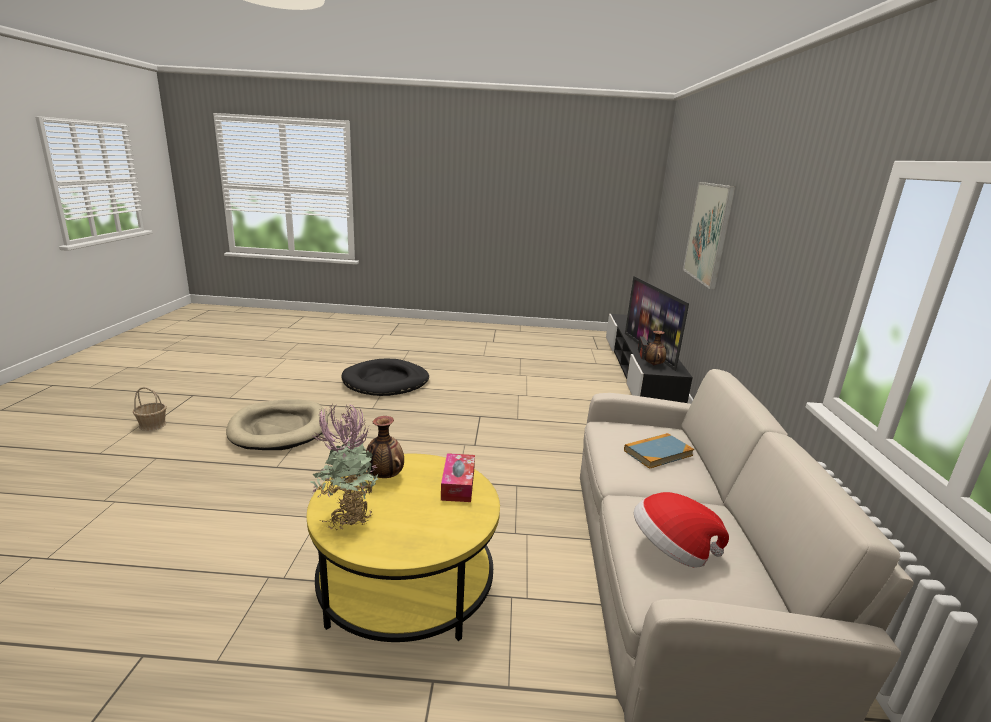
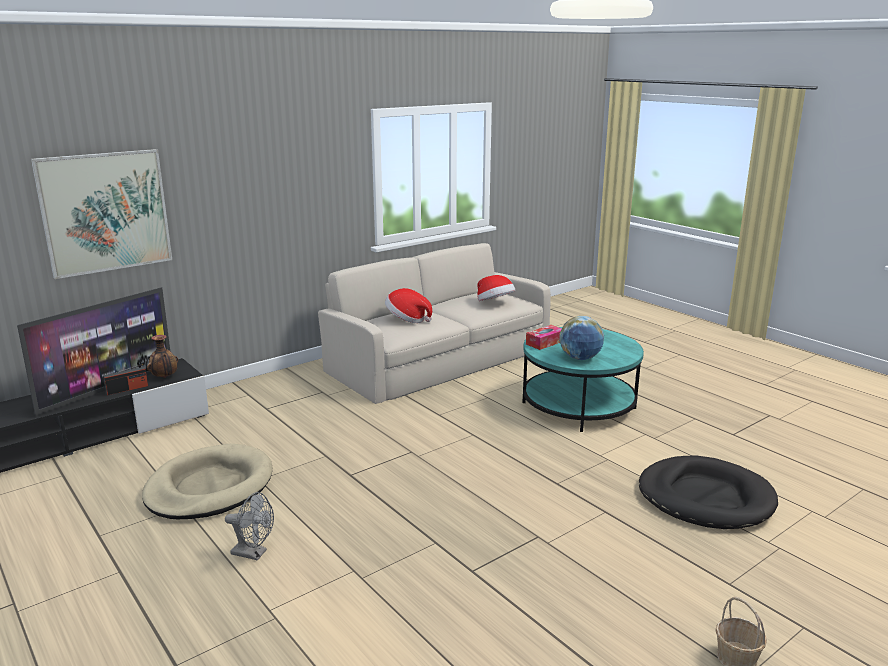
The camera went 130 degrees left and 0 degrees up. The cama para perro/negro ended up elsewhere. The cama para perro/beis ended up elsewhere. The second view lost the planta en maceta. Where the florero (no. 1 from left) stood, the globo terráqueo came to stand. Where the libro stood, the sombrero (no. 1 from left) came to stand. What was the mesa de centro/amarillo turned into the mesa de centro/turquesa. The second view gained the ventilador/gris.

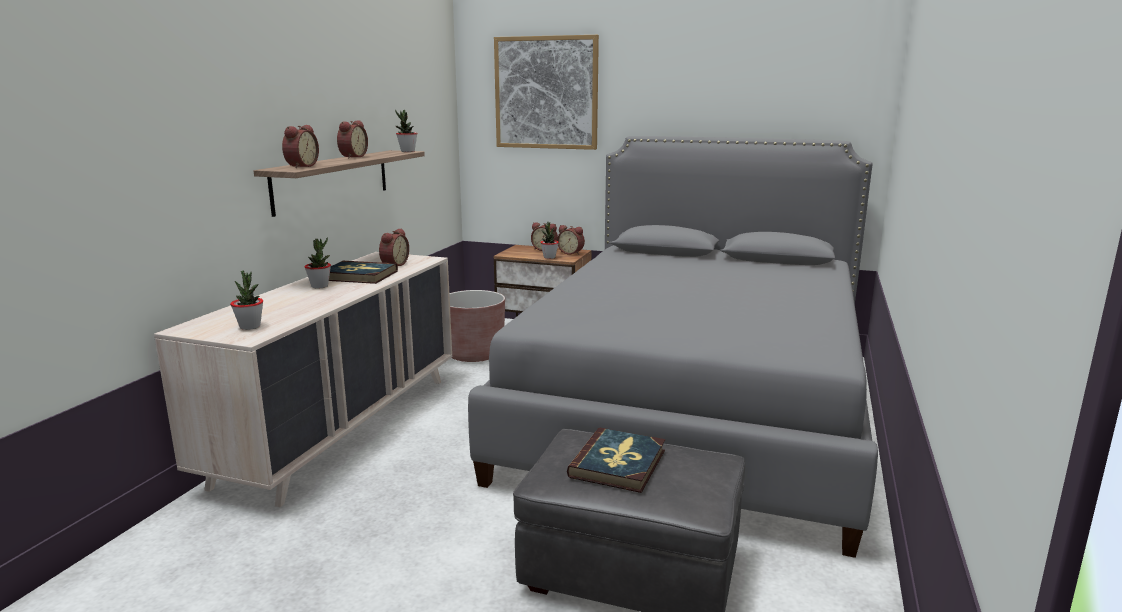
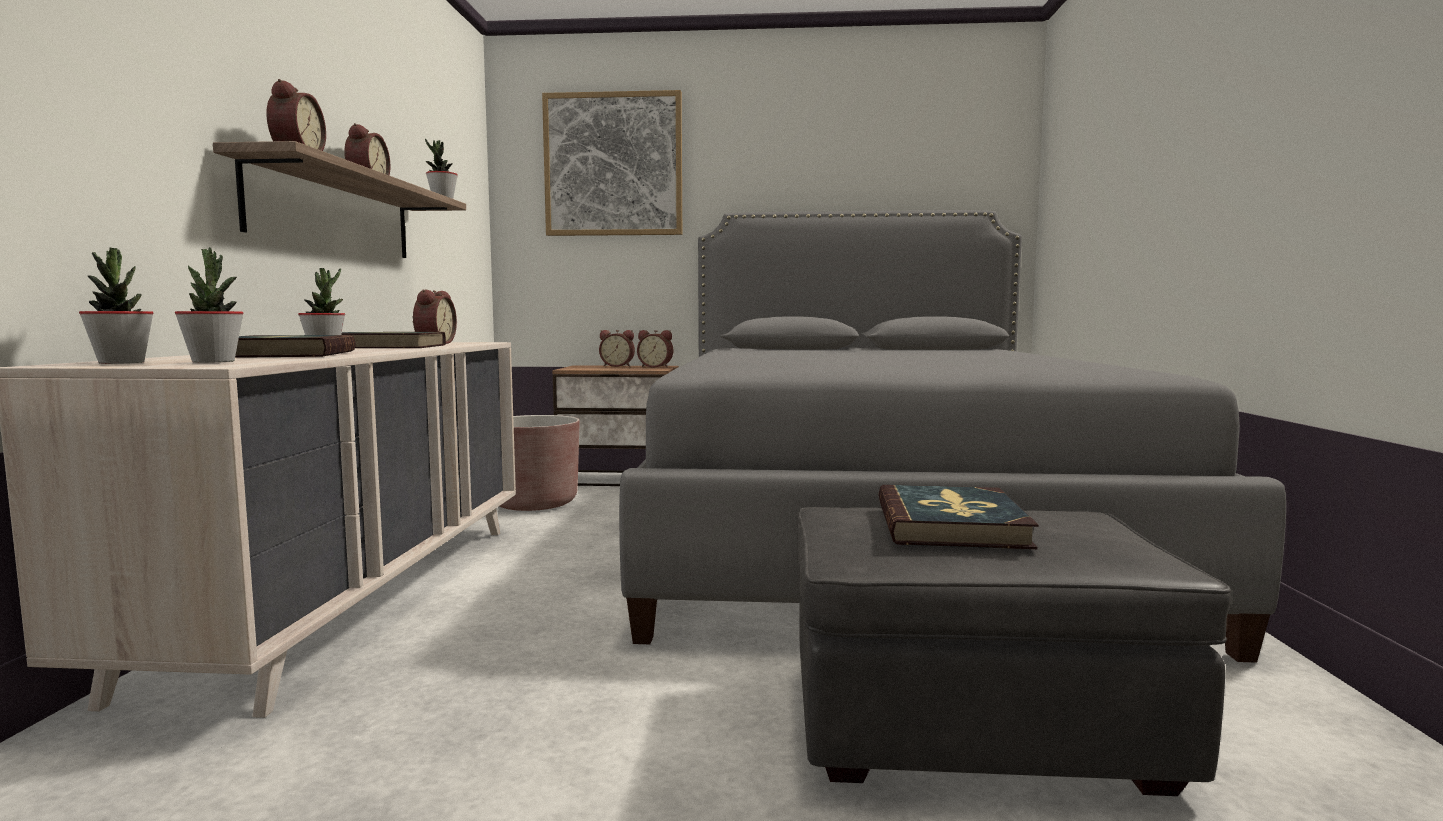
The camera went 15 degrees left and 10 degrees down. The planta en maceta (no. 4 from left in the first image) ended up elsewhere. The second view gained the libro (no. 1 from left).

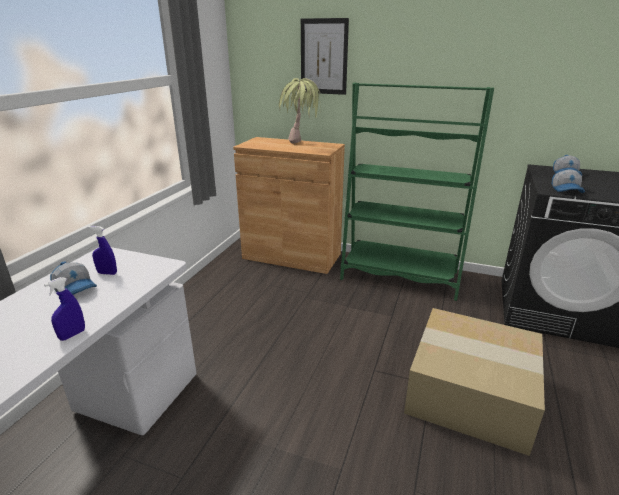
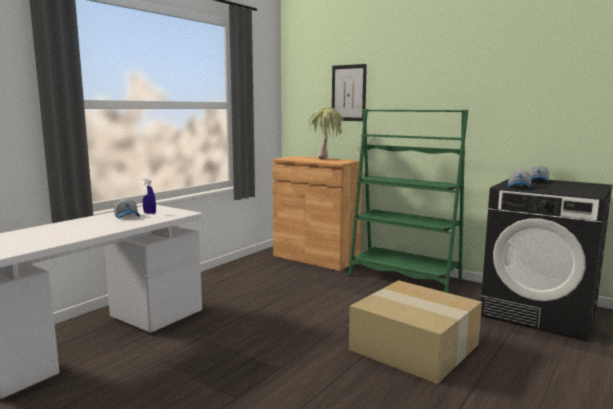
The camera went 15 degrees right and 15 degrees down. The second view lost the pulverizador/azul (no. 1 from left).

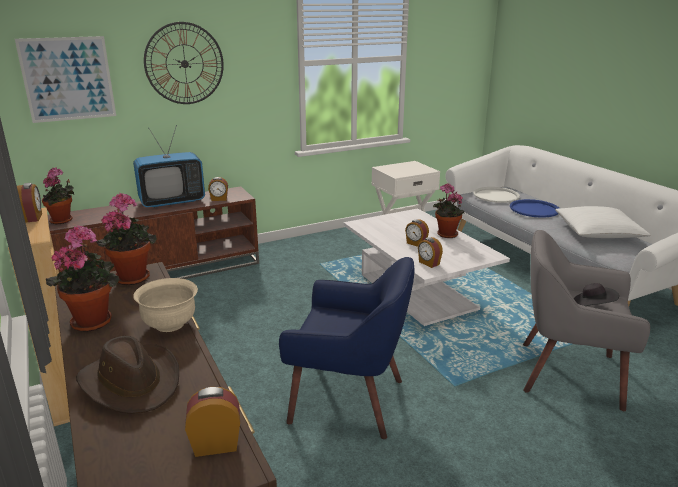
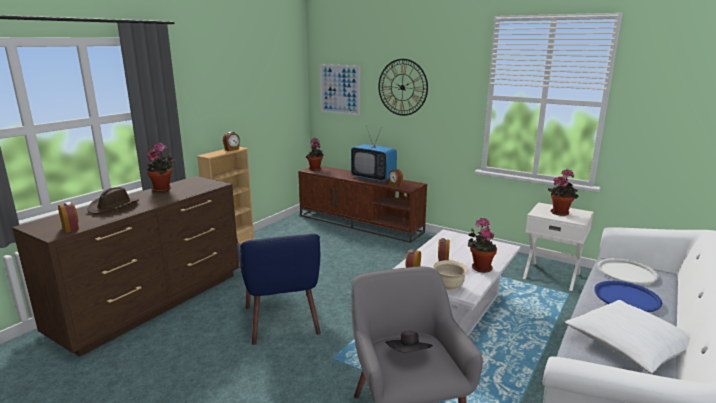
The camera went 60 degrees right and 5 degrees down. The planta en maceta (no. 3 from left in the first image) ended up elsewhere. The cuenco/beis ended up elsewhere.

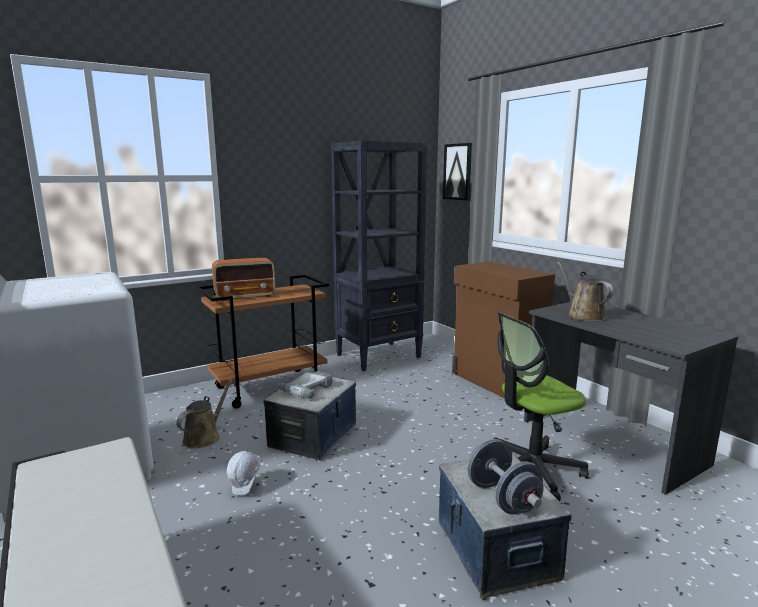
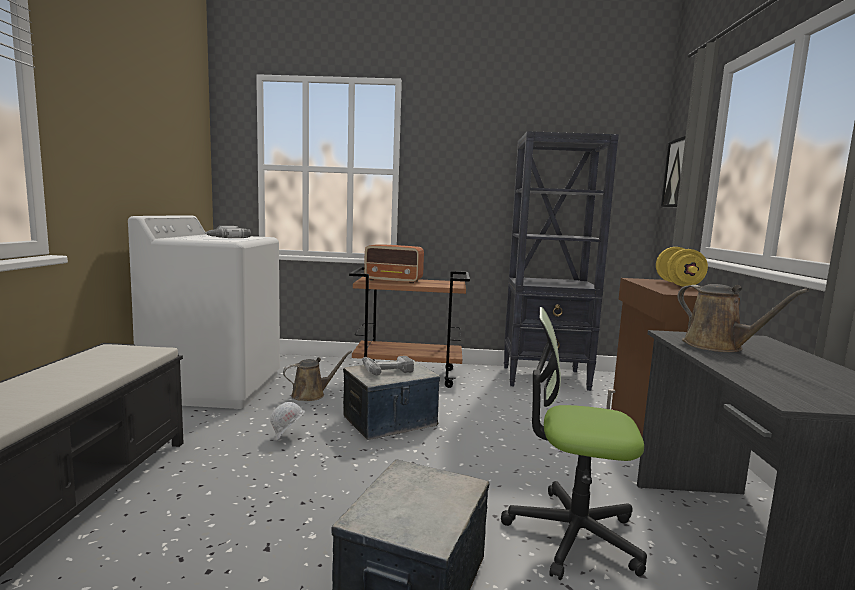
The camera went 35 degrees right and 5 degrees down. The regadera/marrón (no. 2 from left) ended up facing another way, 135 degrees clockwise from before. The second view lost the mancuerna/gris. The second view gained the taladro (no. 1 from left). The second view gained the mancuerna/amarillo.

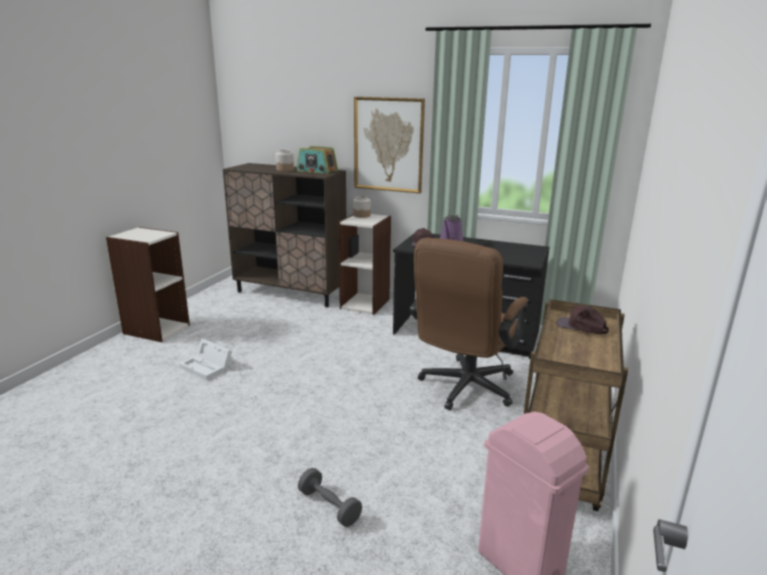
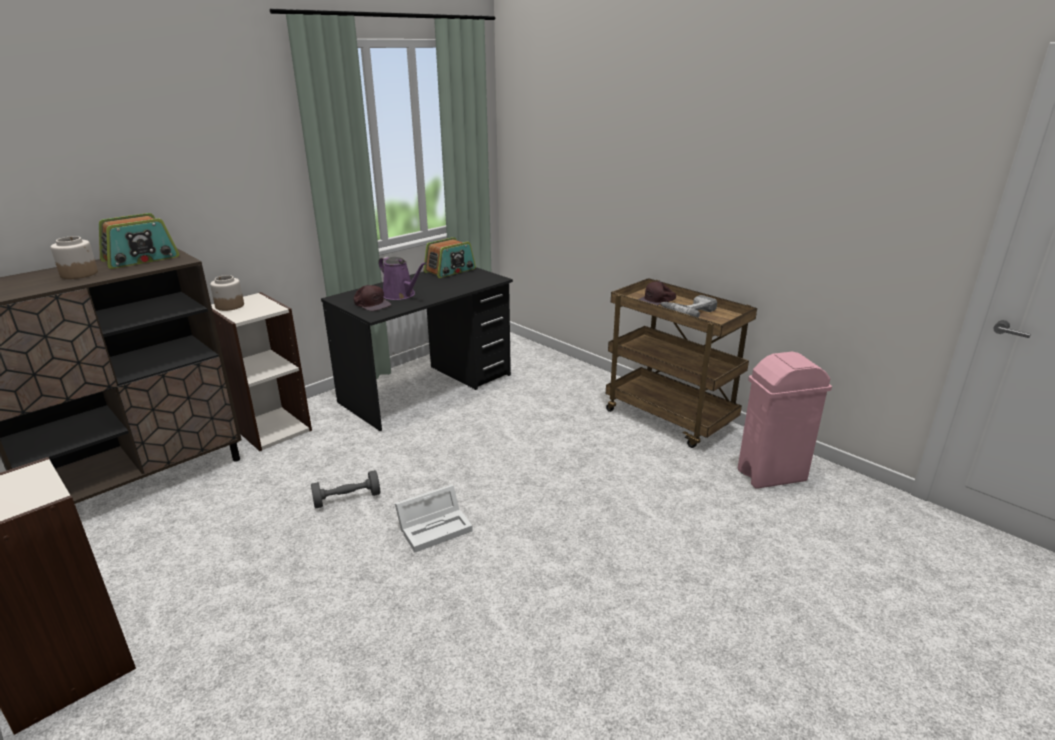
The camera went 65 degrees left and 5 degrees up. The second view lost the cuadro. The second view lost the silla de oficina/marrón. The caja de almacenaje/blanco ended up elsewhere. The mancuerna/gris ended up elsewhere. The second view gained the radio (no. 2 from left). The second view gained the taladro.

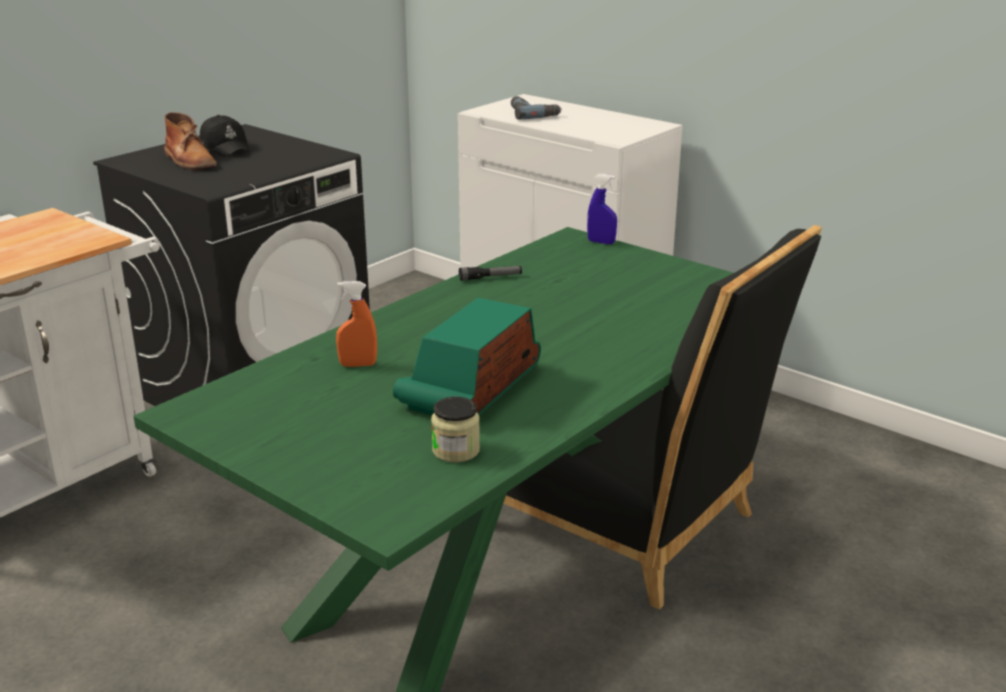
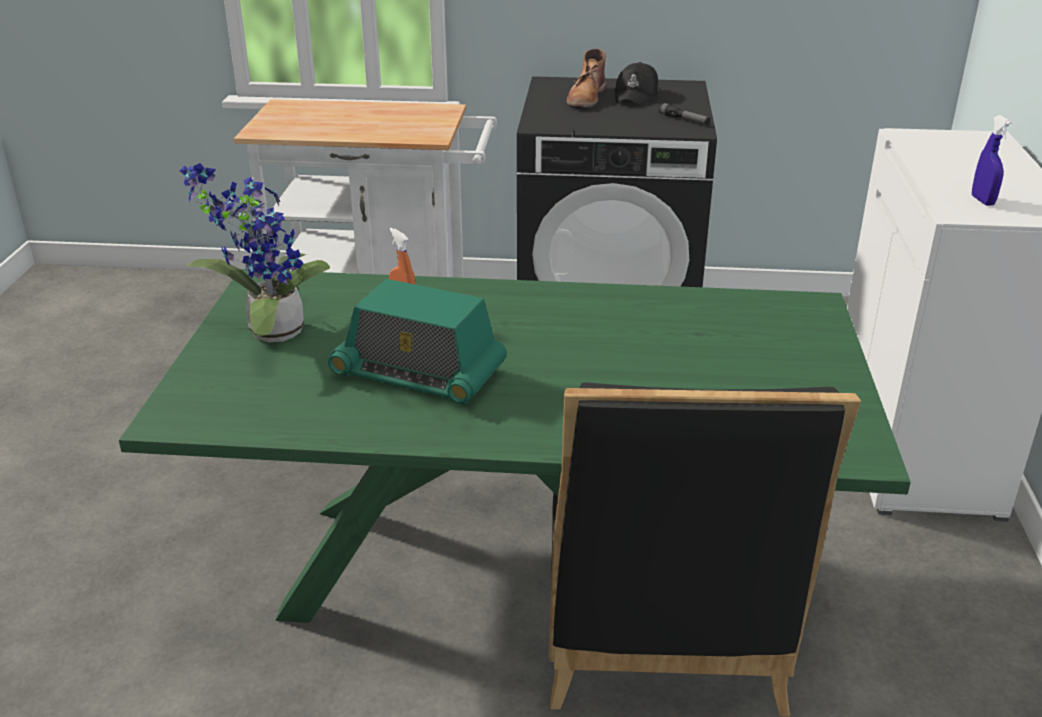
The camera went 55 degrees right and 5 degrees up. The second view lost the taladro. The pulverizador/azul ended up elsewhere. The linterna ended up elsewhere. The radio ended up facing another way, 150 degrees counterclockwise from before. The second view lost the tarro. The second view gained the planta en maceta.

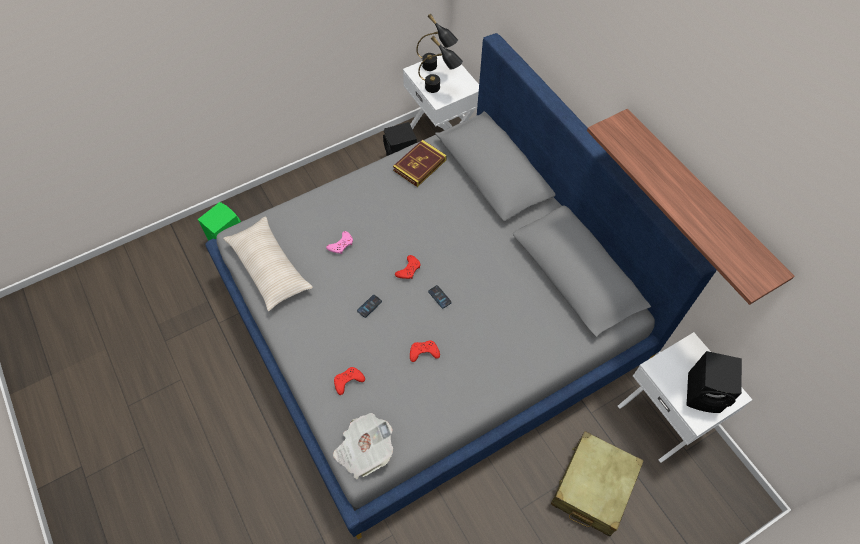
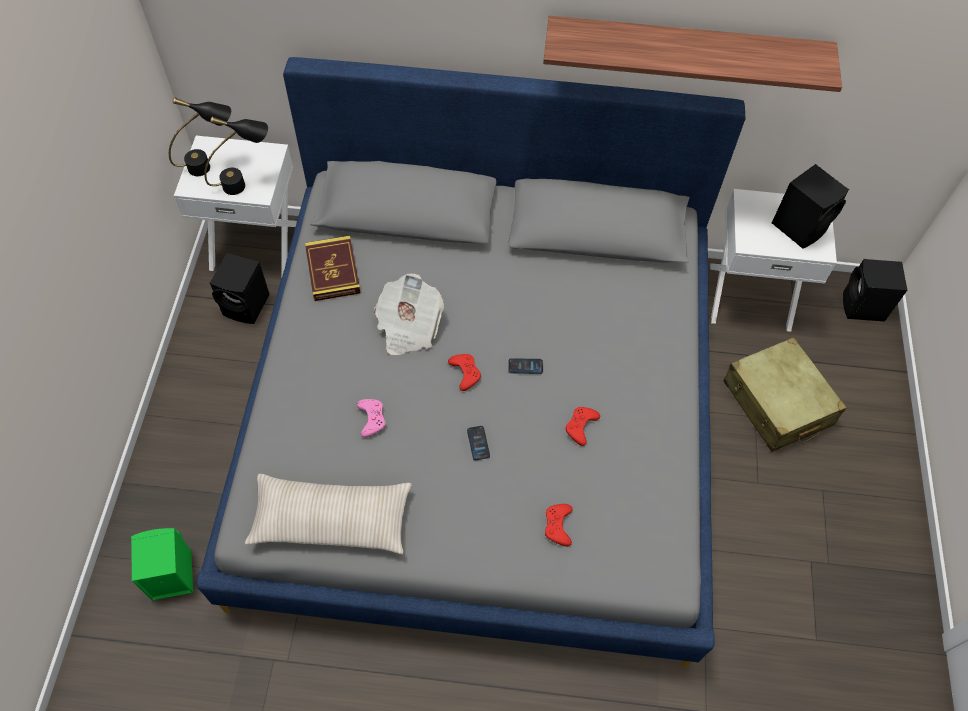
The camera went 55 degrees left and 0 degrees up. The periódico ended up elsewhere. The second view gained the altavoz/negro (no. 3 from left).

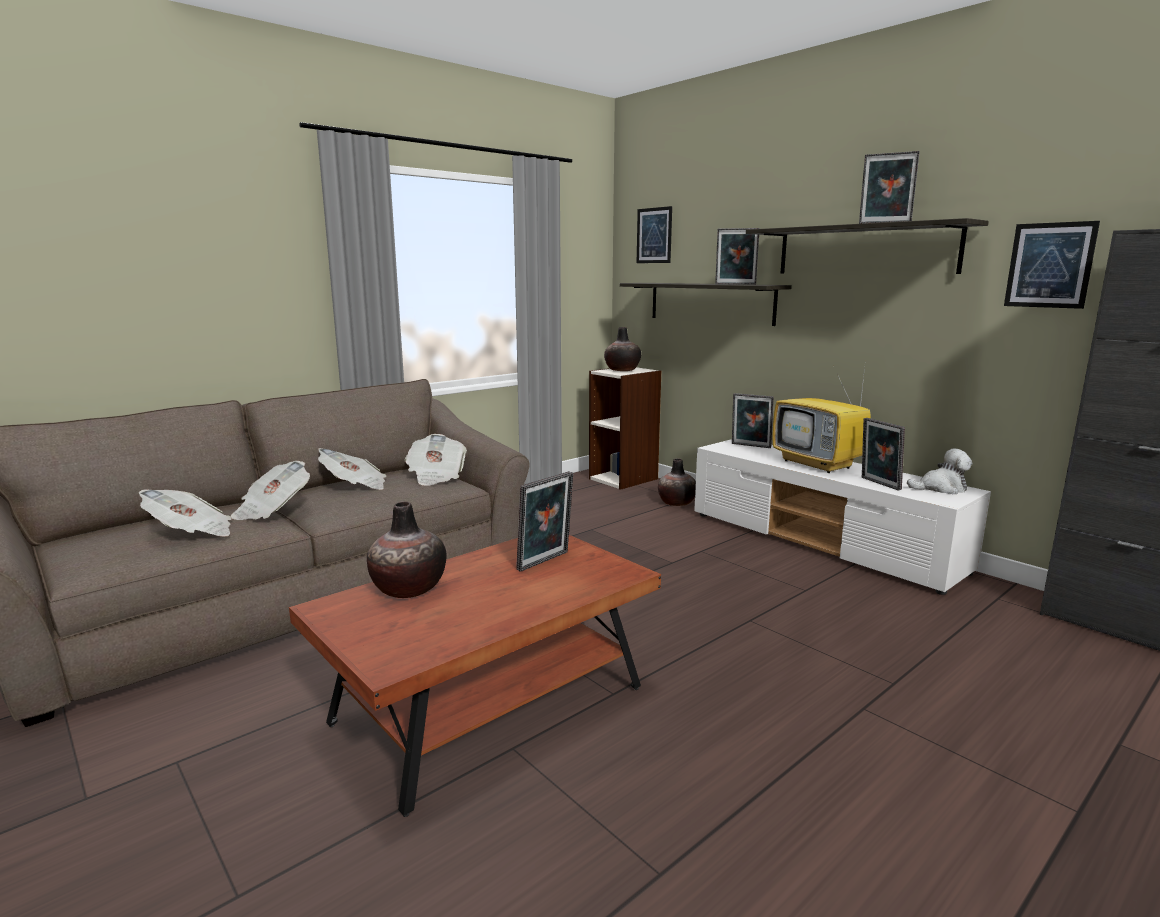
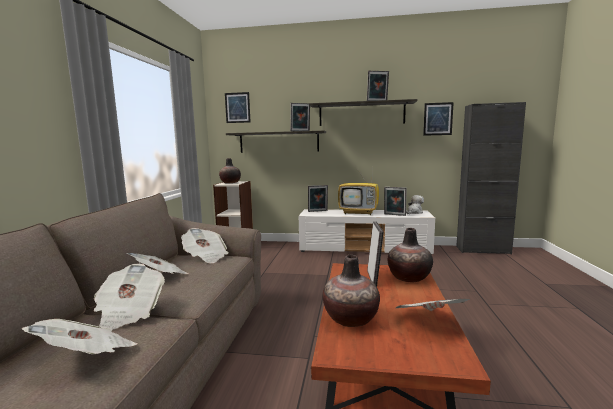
The camera went 40 degrees left and 5 degrees down. The florero (no. 3 from left) ended up elsewhere. The second view gained the periódico (no. 5 from left).

